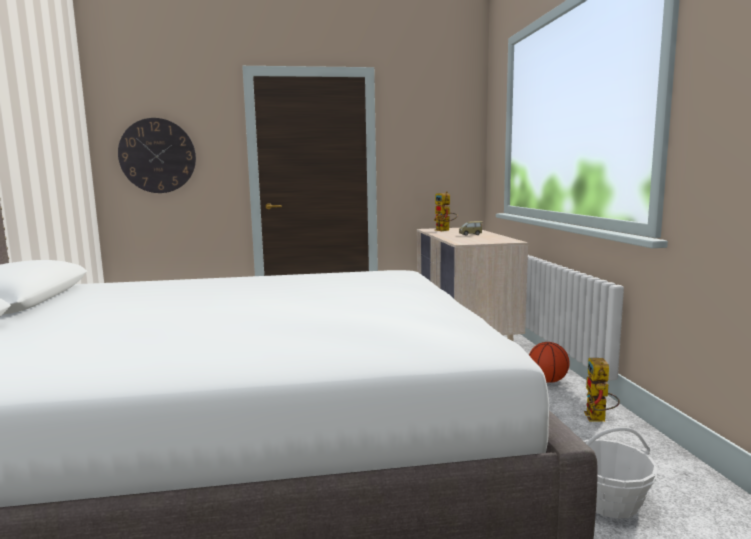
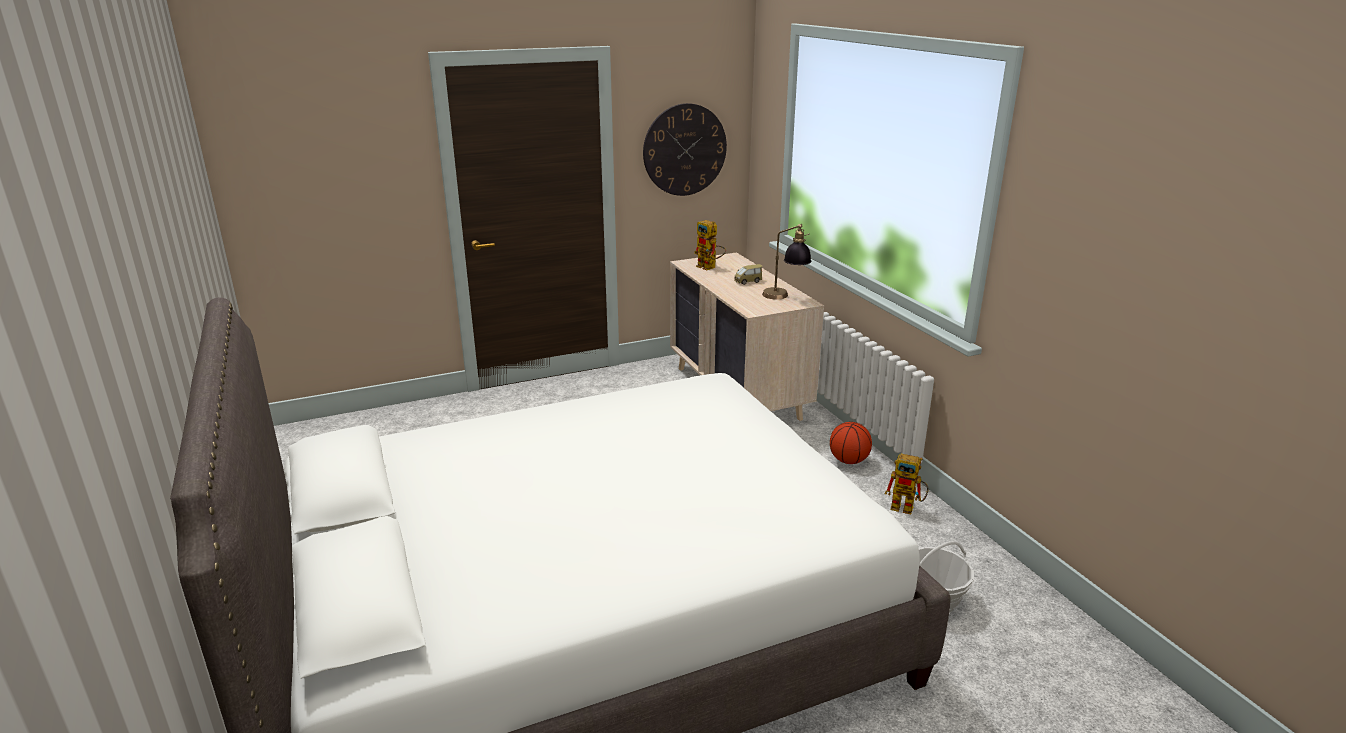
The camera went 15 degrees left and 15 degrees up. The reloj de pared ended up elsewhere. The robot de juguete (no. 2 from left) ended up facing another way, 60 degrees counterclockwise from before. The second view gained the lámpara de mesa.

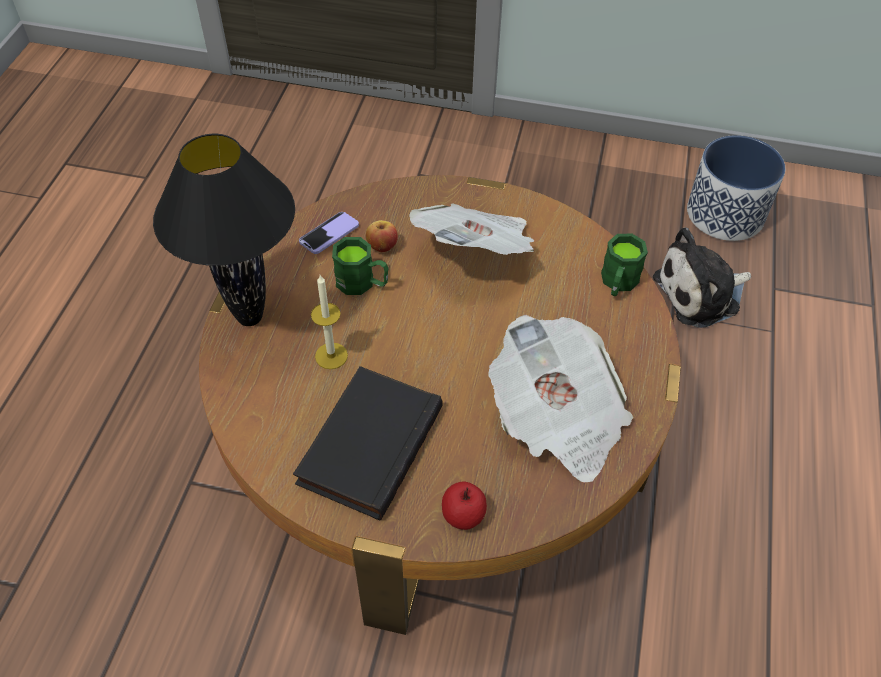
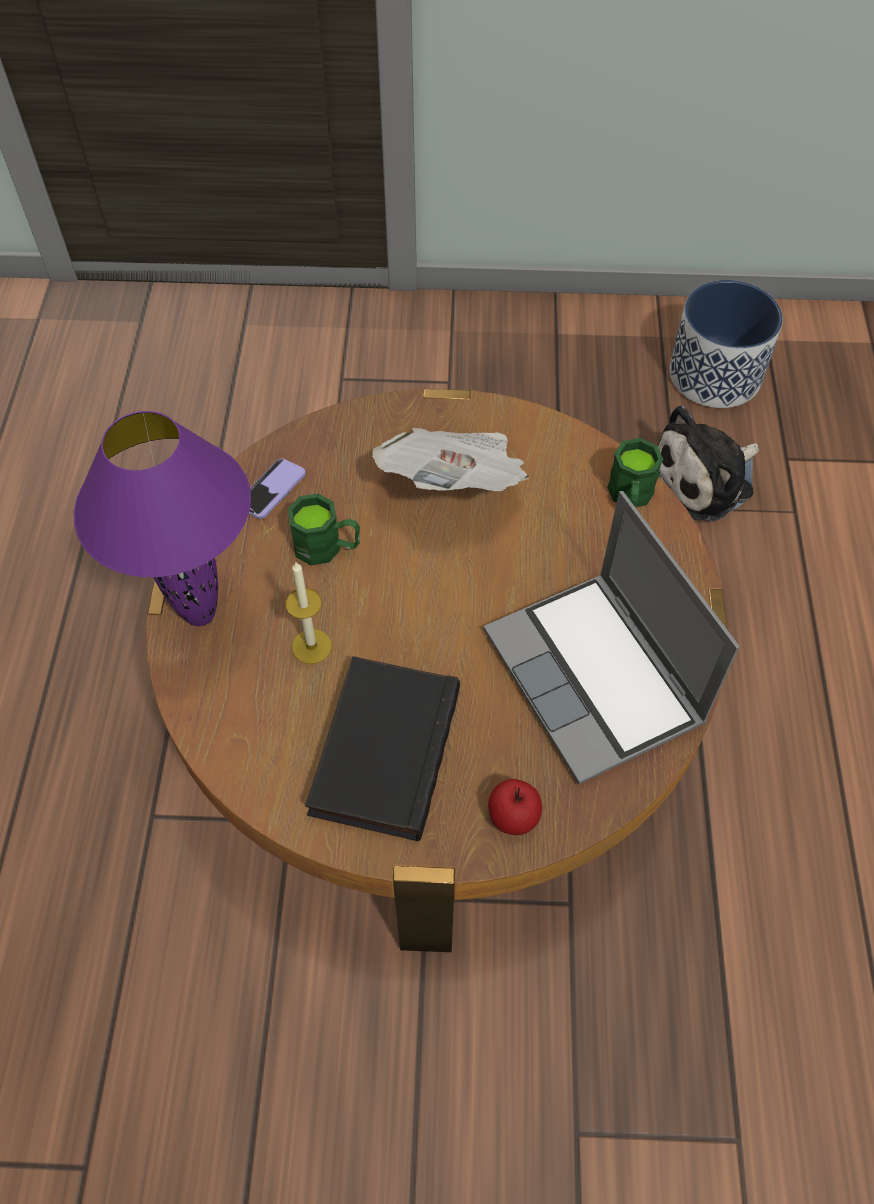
The camera went 10 degrees left and 5 degrees up. What was the lámpara de mesa/negro turned into the lámpara de mesa/morado. The second view lost the manzana (no. 1 from left). Where the periódico (no. 2 from left) stood, the portátil came to stand.

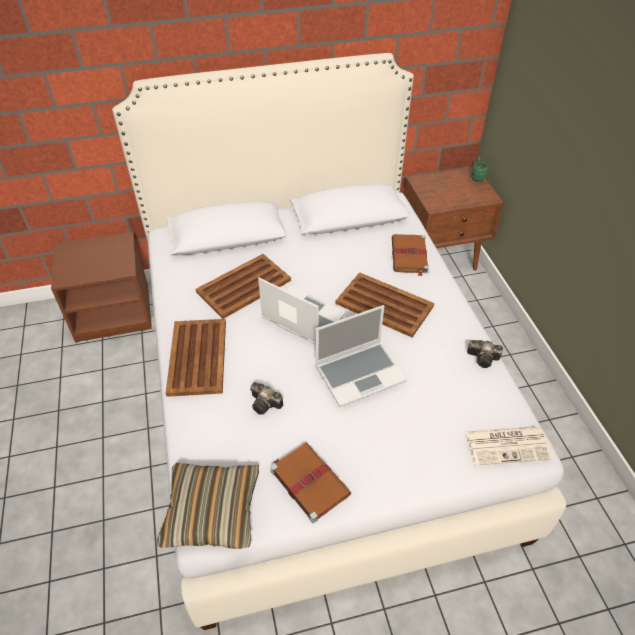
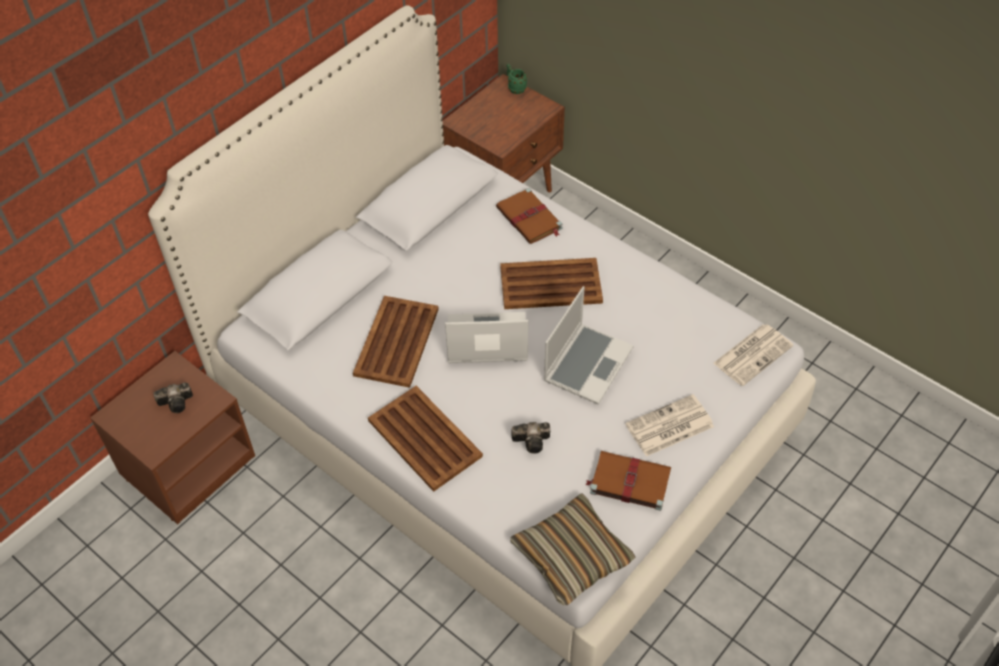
The camera went 35 degrees left and 5 degrees up. The cámara (no. 2 from left in the first image) ended up elsewhere. The second view gained the periódico (no. 1 from left).

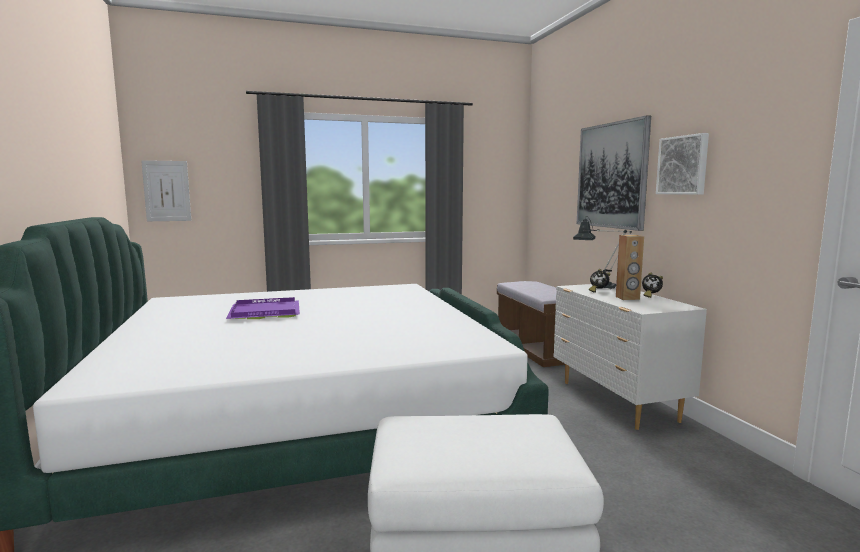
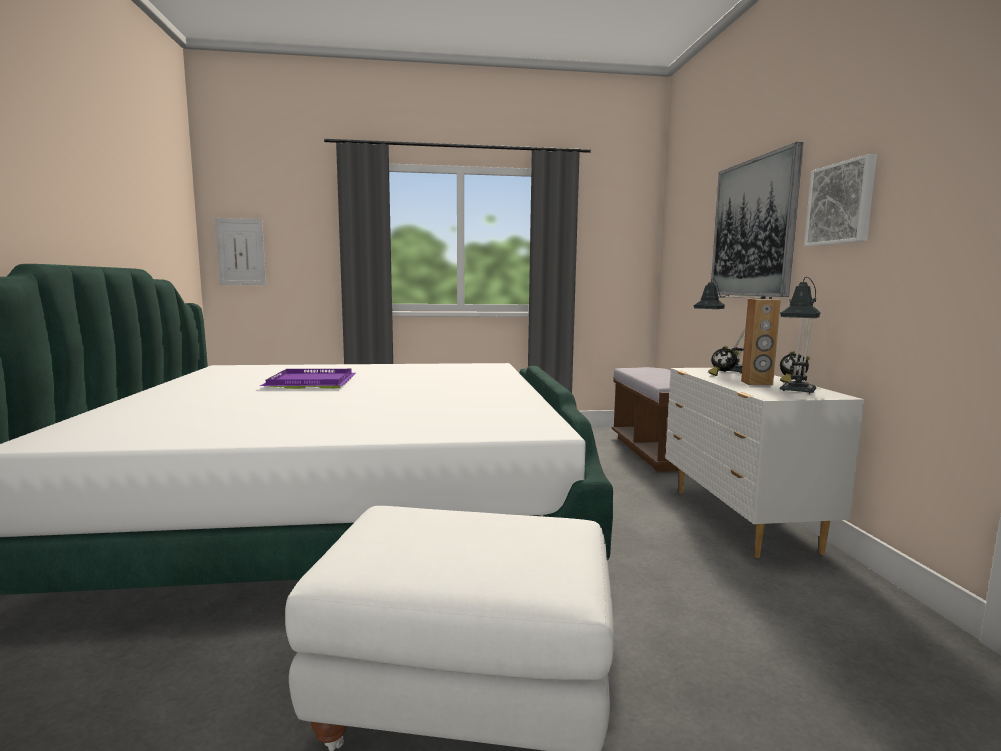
The camera went 10 degrees right and 0 degrees up. The second view gained the lámpara de mesa (no. 2 from left).

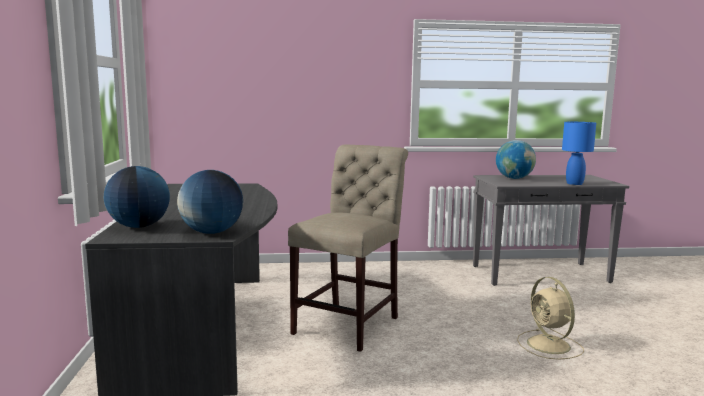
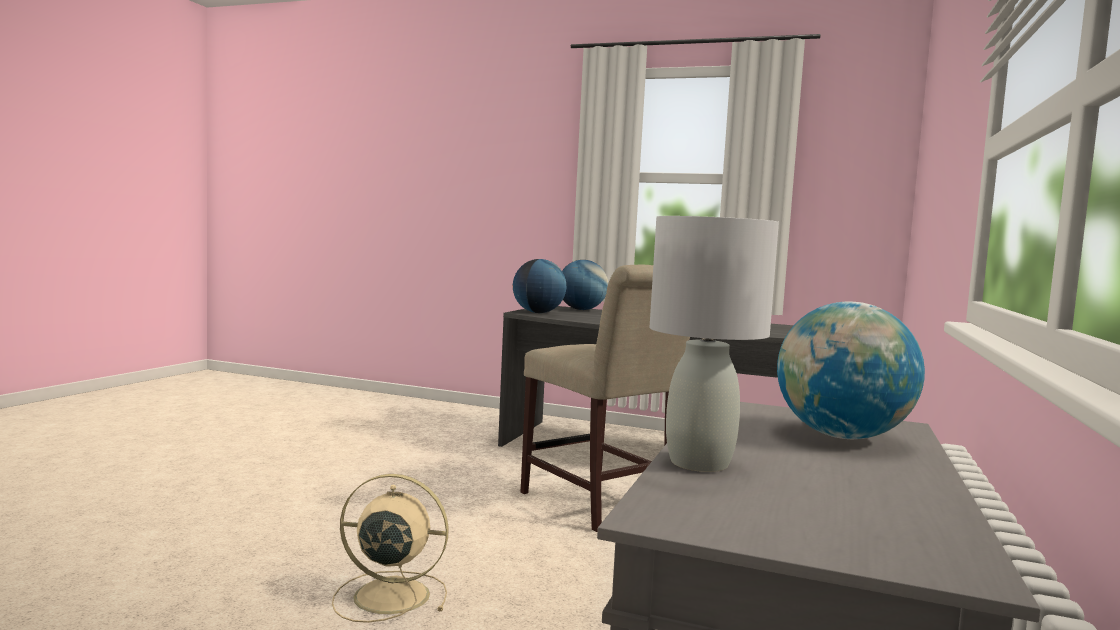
The camera went 115 degrees right and 5 degrees down. What was the lámpara de mesa/azul turned into the lámpara de mesa/gris.

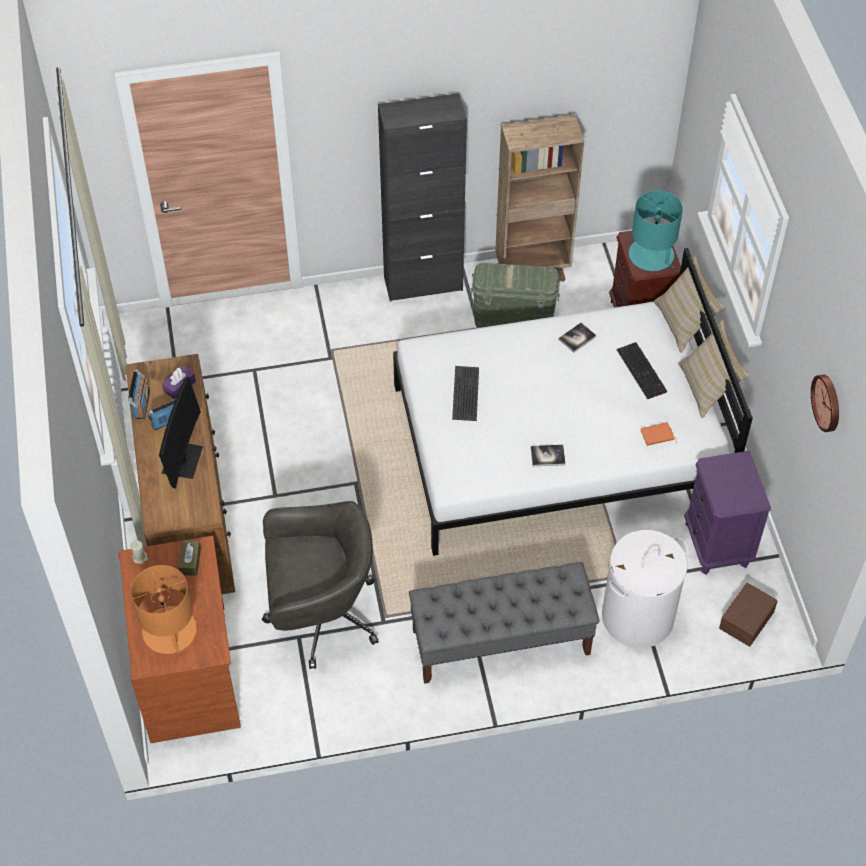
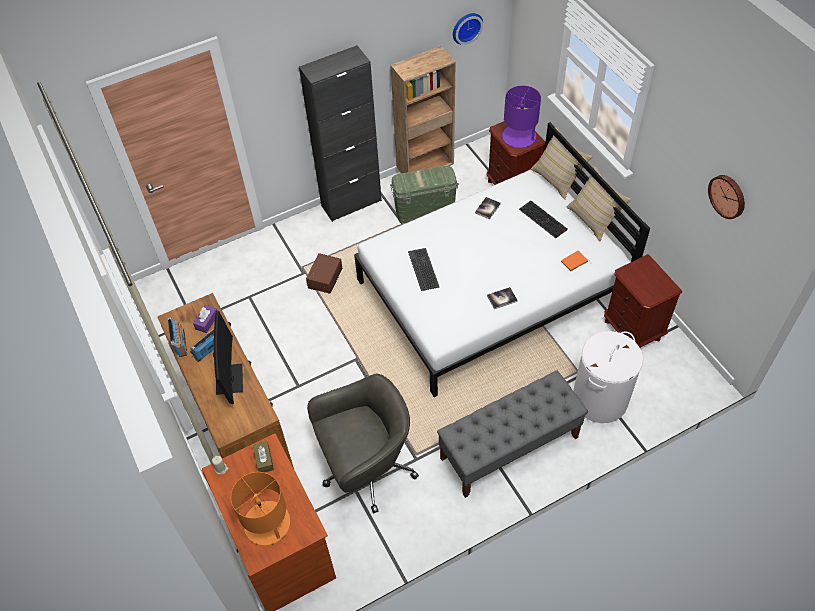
The camera went 15 degrees left and 0 degrees up. What was the lámpara de mesa/turquesa turned into the lámpara de mesa/morado. What was the mesita de noche/morado turned into the mesita de noche/marrón (no. 2 from left). The caja de almacenaje/marrón ended up elsewhere. The second view gained the reloj de pared (no. 1 from left).

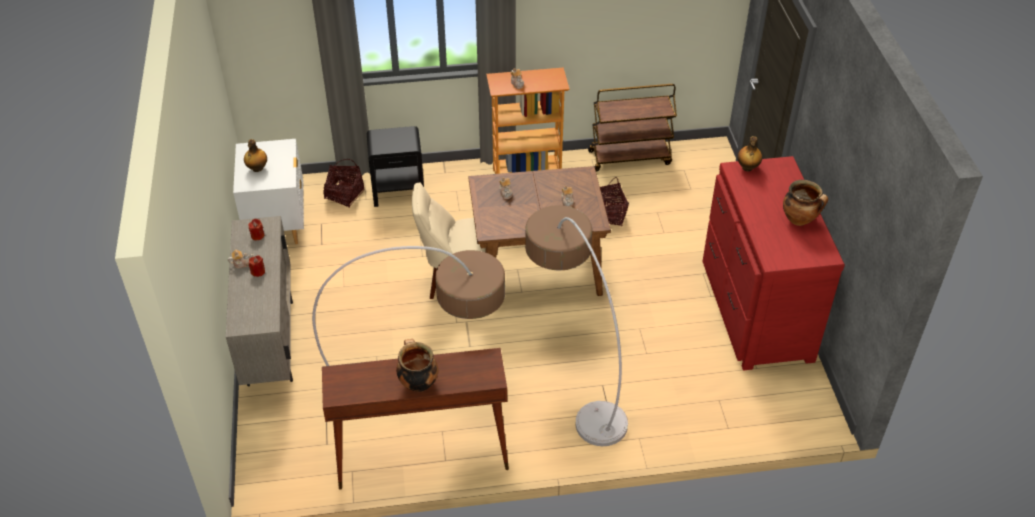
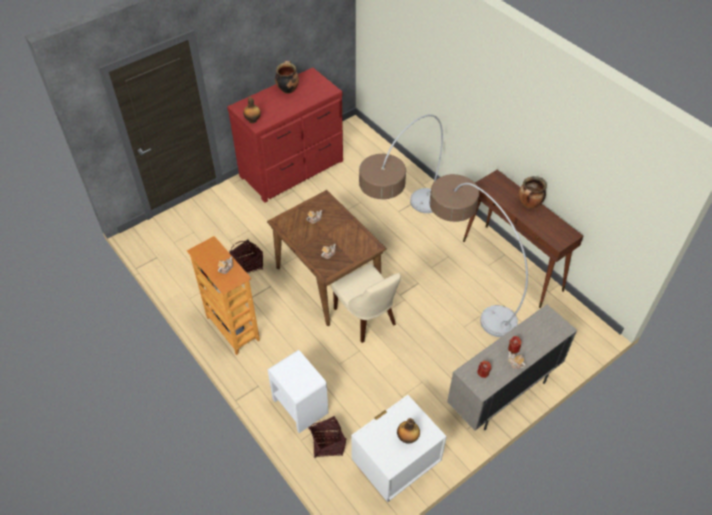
The camera went 120 degrees left and 5 degrees up. The second view lost the carrito/marrón. What was the mesita de noche/negro turned into the mesita de noche/blanco (no. 1 from left).

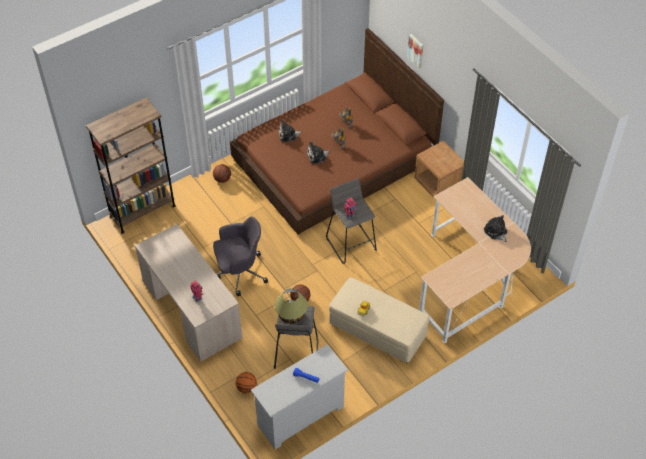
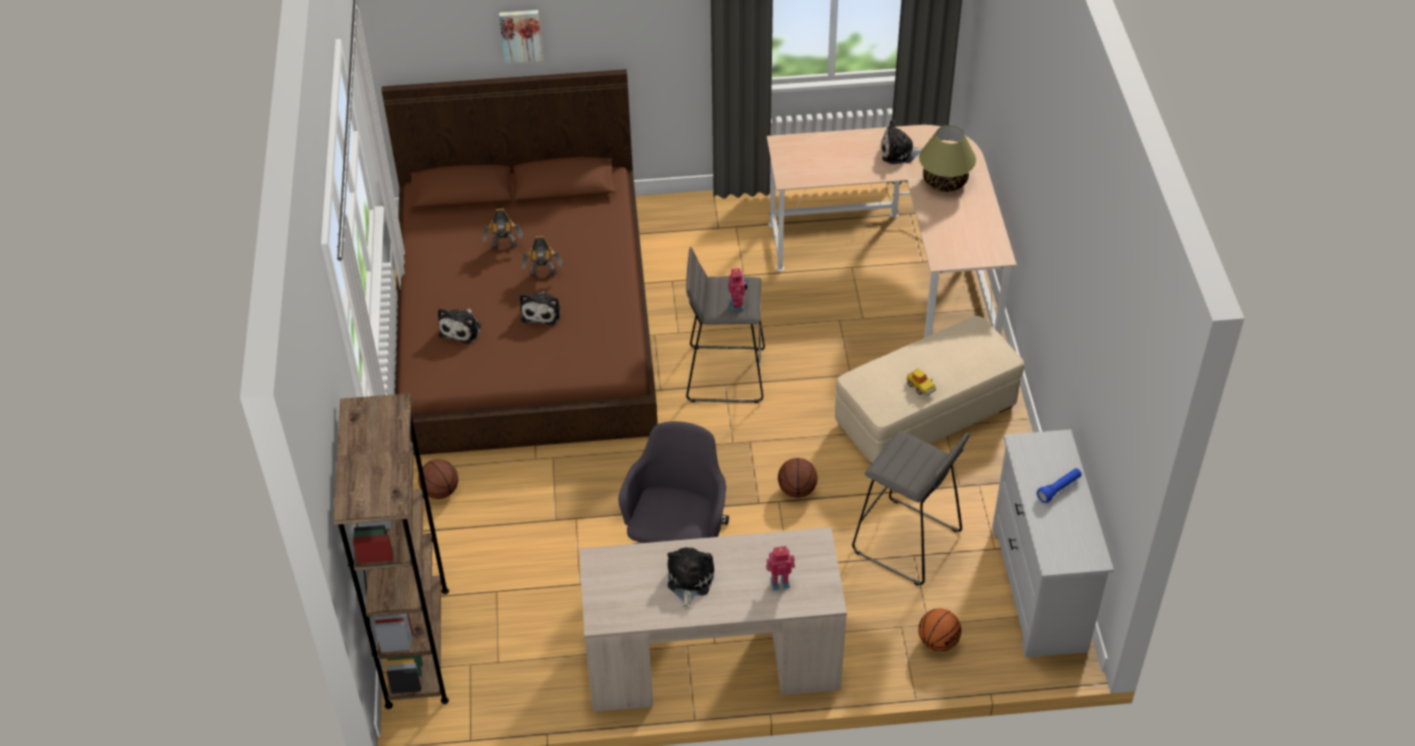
The camera went 60 degrees left and 5 degrees down. The second view lost the mesita de noche/marrón. The lámpara de mesa ended up elsewhere. The second view gained the peluche (no. 3 from left).

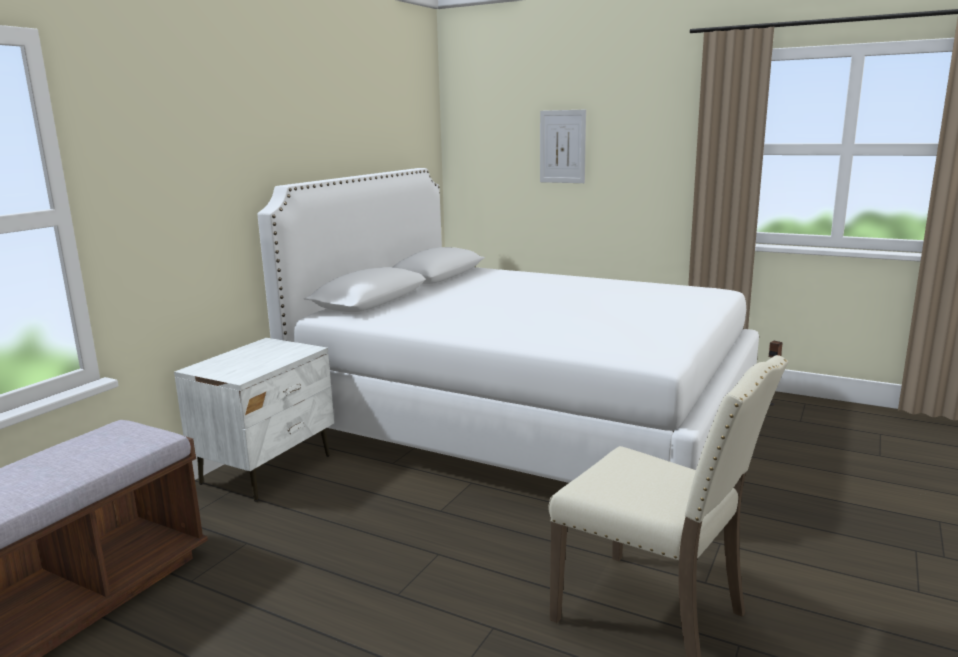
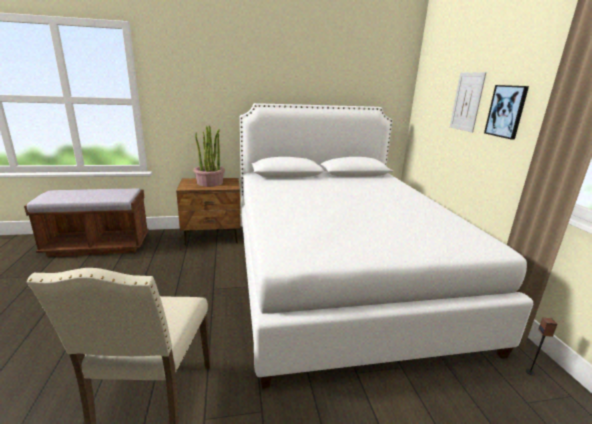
The camera went 50 degrees right and 5 degrees up. What was the mesita de noche/blanco turned into the mesita de noche/marrón. The second view gained the cuadro (no. 2 from left). The second view gained the planta en maceta.

